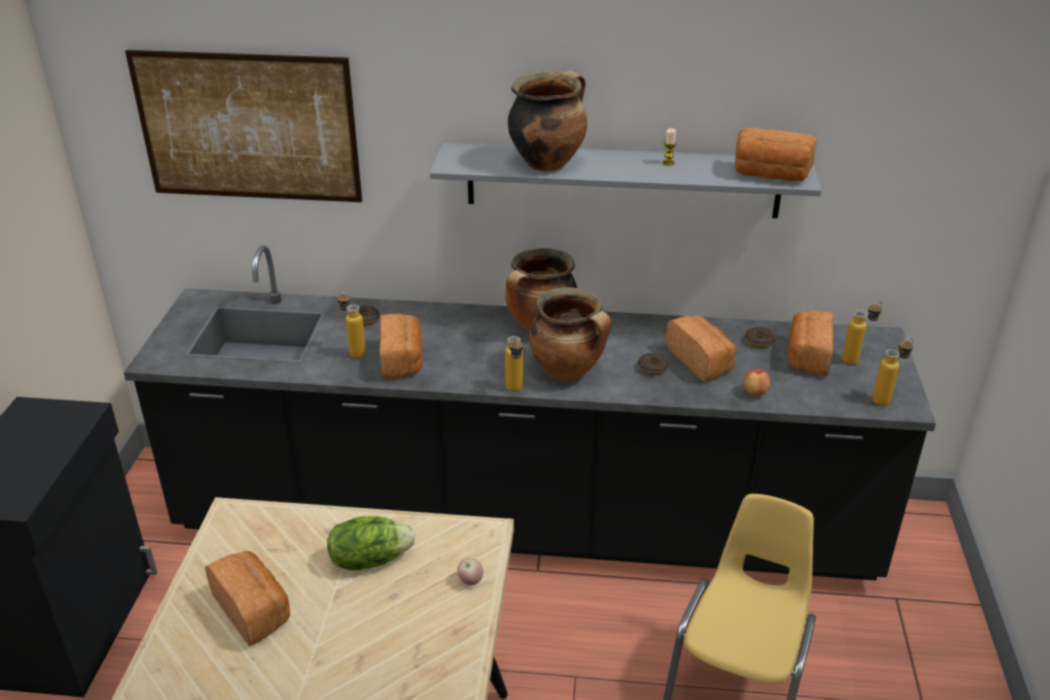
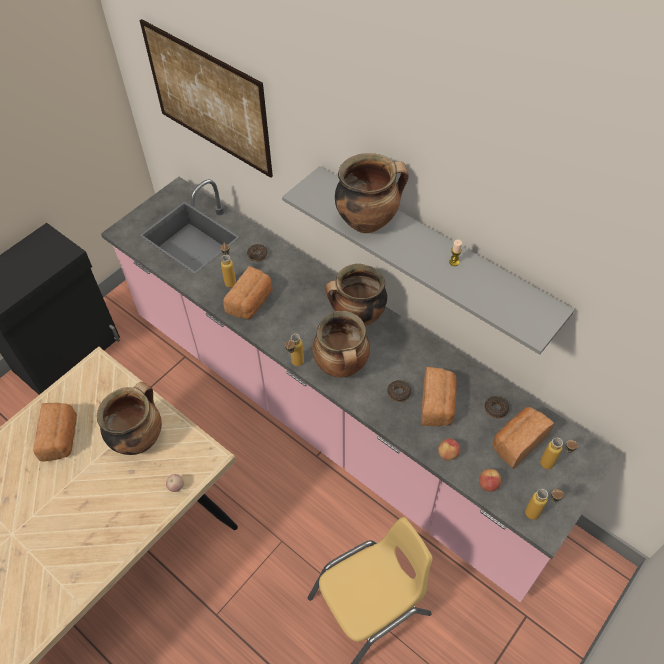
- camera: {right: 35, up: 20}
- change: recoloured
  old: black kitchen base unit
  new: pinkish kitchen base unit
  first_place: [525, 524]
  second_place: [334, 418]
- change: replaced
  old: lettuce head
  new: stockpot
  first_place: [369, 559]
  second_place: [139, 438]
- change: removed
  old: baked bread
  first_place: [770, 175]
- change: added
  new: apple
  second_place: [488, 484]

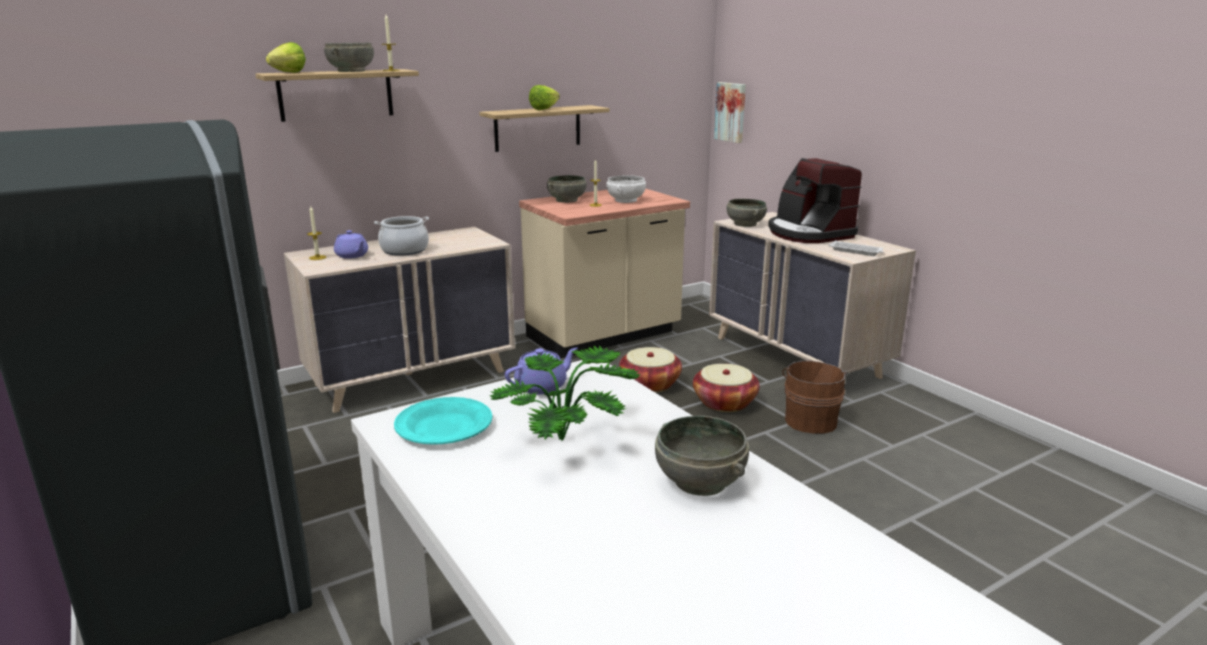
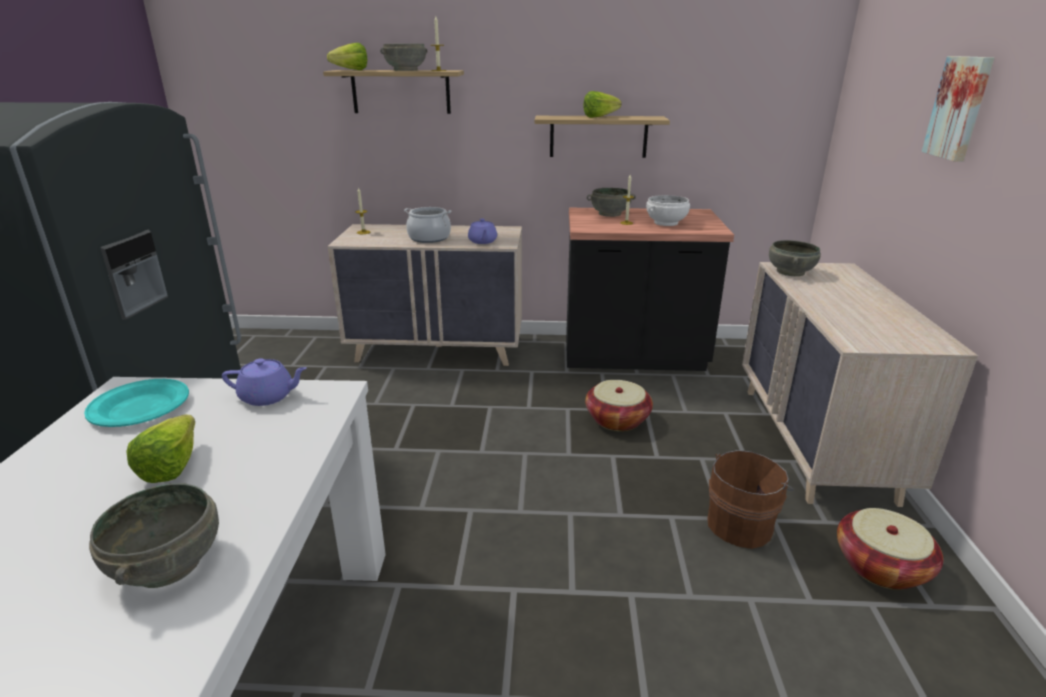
- camera: {right: 35, up: 5}
- change: moved
  old: purple pot for tea
  first_place: [352, 256]
  second_place: [482, 241]
- change: replaced
  old: houseplant
  new: lettuce head
  first_place: [570, 441]
  second_place: [177, 462]
- change: recoloured
  old: sand-coloured kitchen base unit
  new: black kitchen base unit
  first_place: [604, 336]
  second_place: [633, 357]
- change: moved
  old: basket
  first_place: [724, 402]
  second_place: [881, 566]
- change: moved
  old: wall picture
  first_place: [731, 112]
  second_place: [960, 108]
- change: removed
  old: coffee machine
  first_place: [808, 233]
- change: removed
  old: whitish serving tray
  first_place: [856, 251]

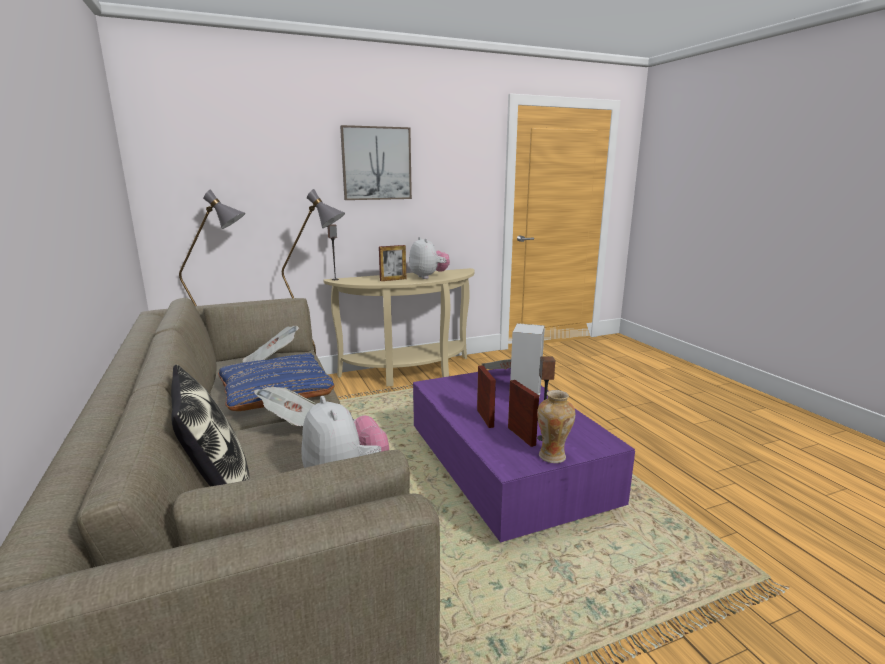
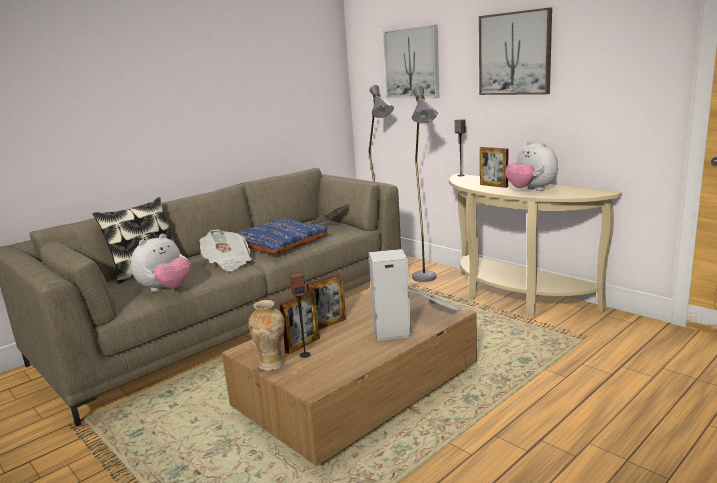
- camera: {right: 70, up: 0}
- change: turned
  old: soft toy
  first_place: [428, 277]
  second_place: [531, 190]
  degrees: 105
- change: recoloured
  old: purple lounge table
  new: brown-coloured lounge table
  first_place: [505, 469]
  second_place: [359, 392]
- change: added
  new: wall picture
  second_place: [412, 63]

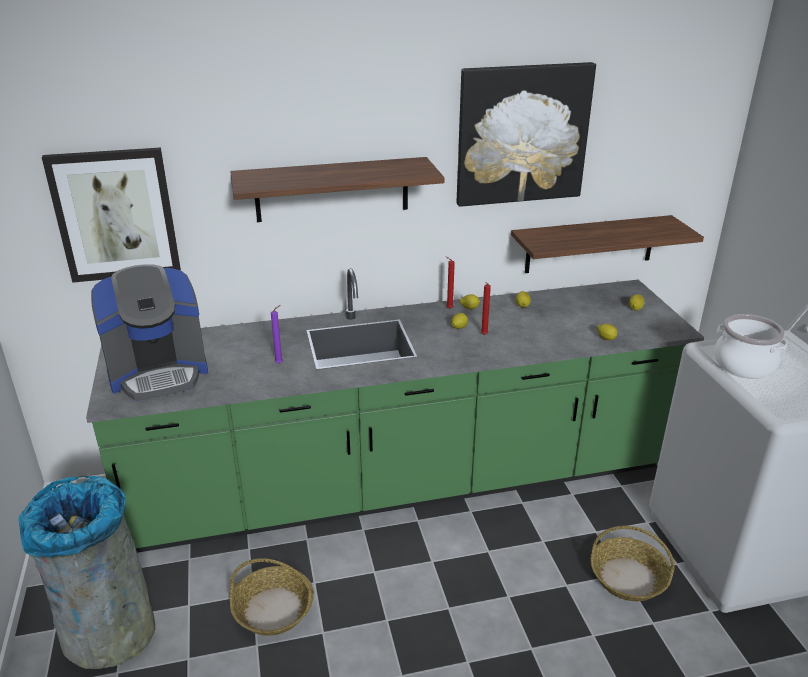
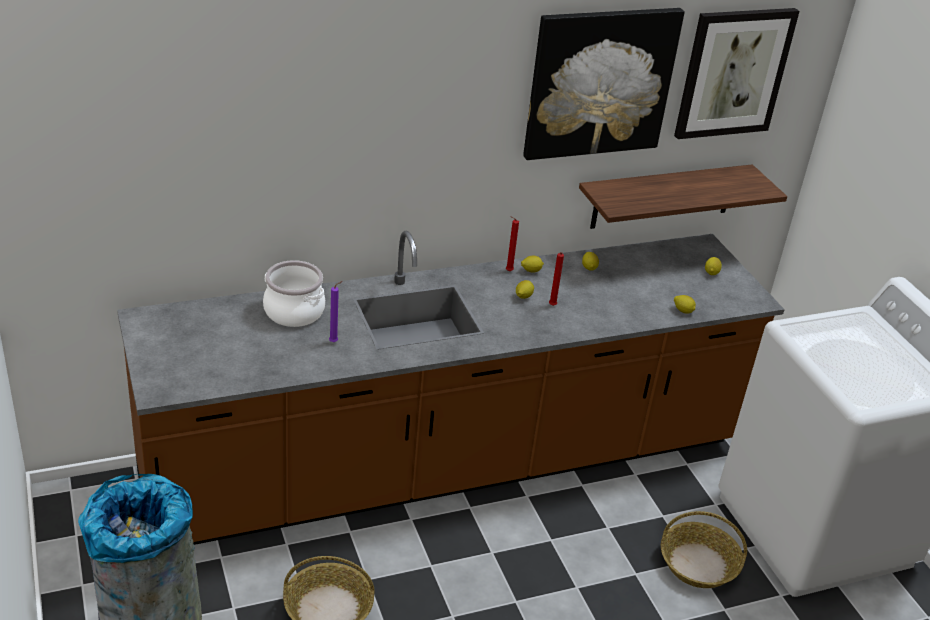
- camera: {right: -10, up: 5}
- change: moved
  old: wall picture
  first_place: [115, 215]
  second_place: [733, 72]
- change: recoloured
  old: green-coloured kitchen base unit
  new: brown-coloured kitchen base unit
  first_place: [404, 483]
  second_place: [448, 465]
- change: removed
  old: coffee machine
  first_place: [159, 373]
- change: removed
  old: wall shelf
  first_place: [332, 189]
- change: moved
  old: stockpot
  first_place: [743, 365]
  second_place: [293, 312]

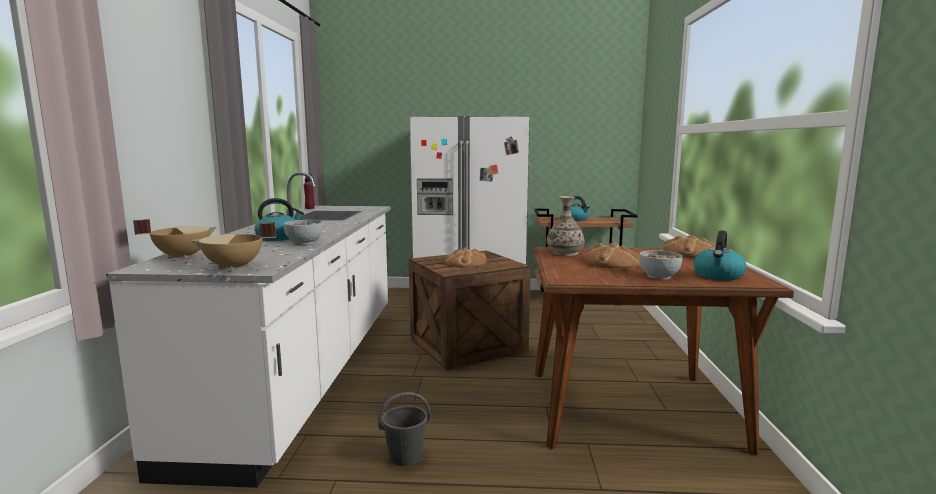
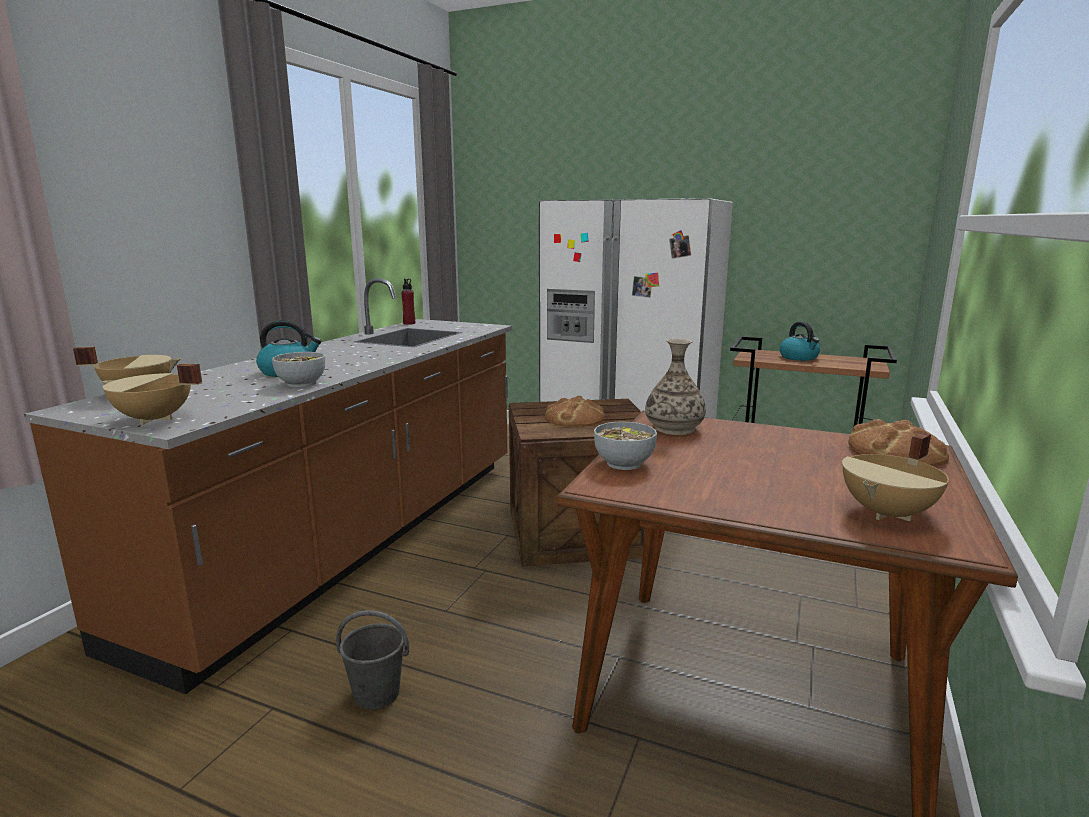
- camera: {right: 20, up: 5}
- change: recoloured
  old: whitish kitchen base unit
  new: brown-coloured kitchen base unit
  first_place: [307, 372]
  second_place: [355, 538]
- change: removed
  old: baked bread
  first_place: [611, 262]
- change: moved
  old: bowl
  first_place: [658, 276]
  second_place: [623, 463]
- change: replaced
  old: kettle
  new: sand-coloured stockpot
  first_place: [718, 276]
  second_place: [889, 514]

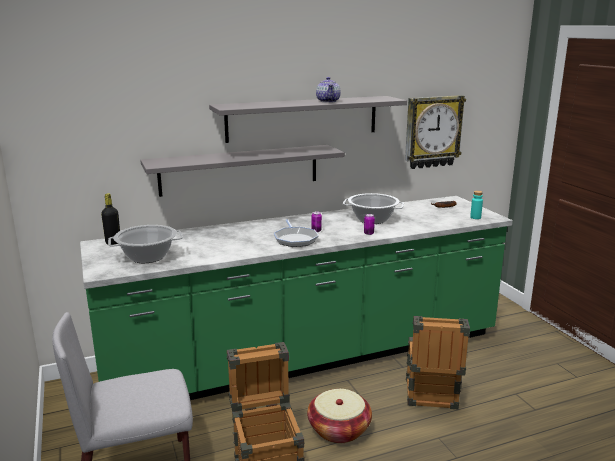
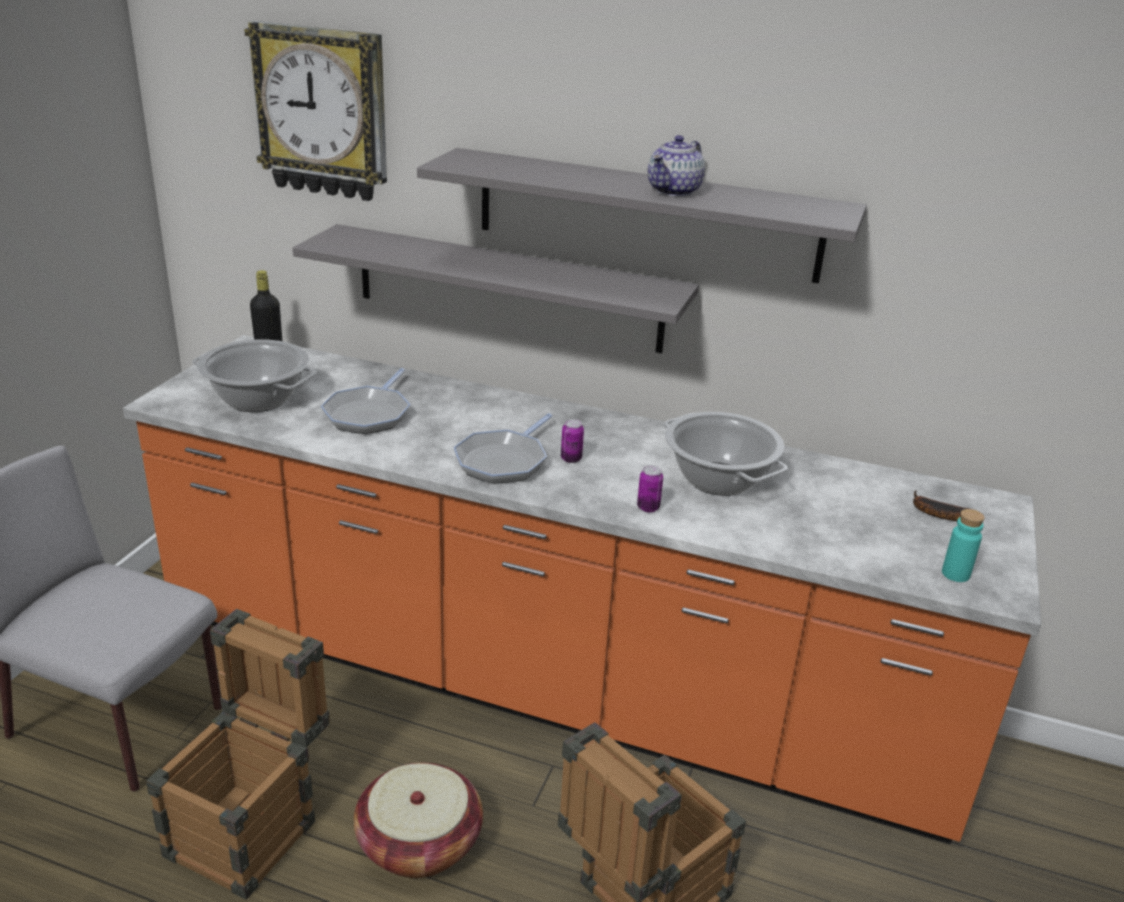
- camera: {right: 40, up: 10}
- change: recoloured
  old: green-coloured kitchen base unit
  new: orange kitchen base unit
  first_place: [307, 357]
  second_place: [549, 683]
- change: moved
  old: hanging clock
  first_place: [432, 132]
  second_place: [322, 112]
- change: added
  new: pan
  second_place: [369, 414]

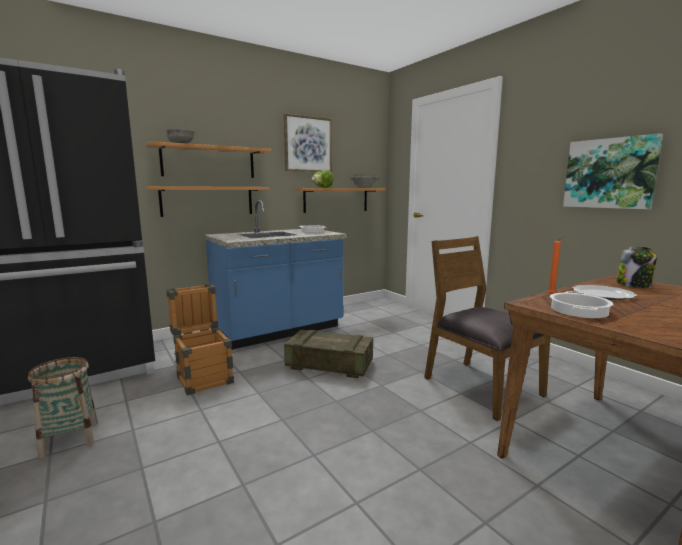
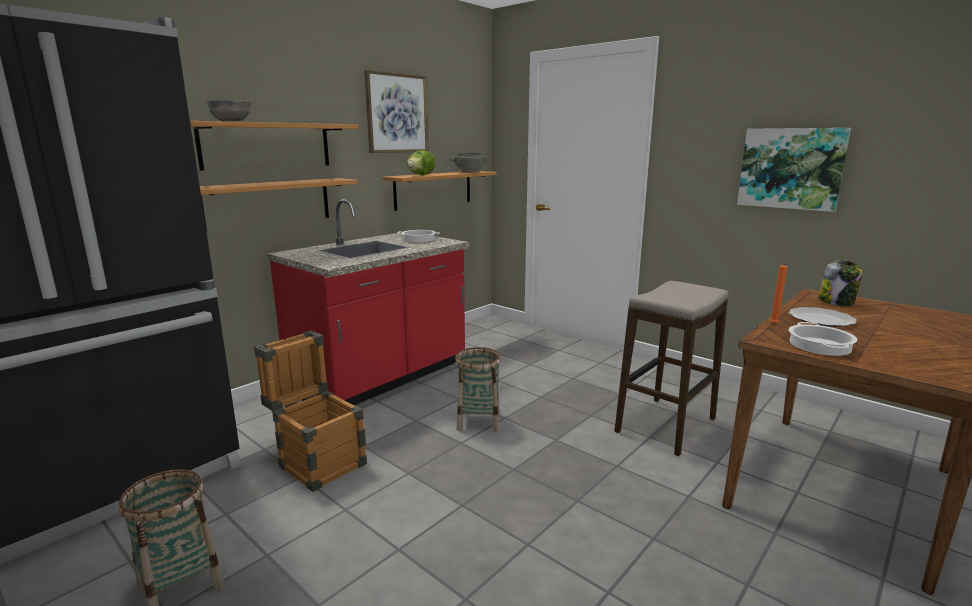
- camera: {right: -15, up: 5}
- change: recoloured
  old: blue-coloured kitchen base unit
  new: reddish kitchen base unit
  first_place: [279, 331]
  second_place: [381, 378]
- change: replaced
  old: crate
  new: basket
  first_place: [329, 365]
  second_place: [478, 421]
- change: replaced
  old: brown-coloured chair
  new: stool
  first_place: [480, 386]
  second_place: [665, 425]

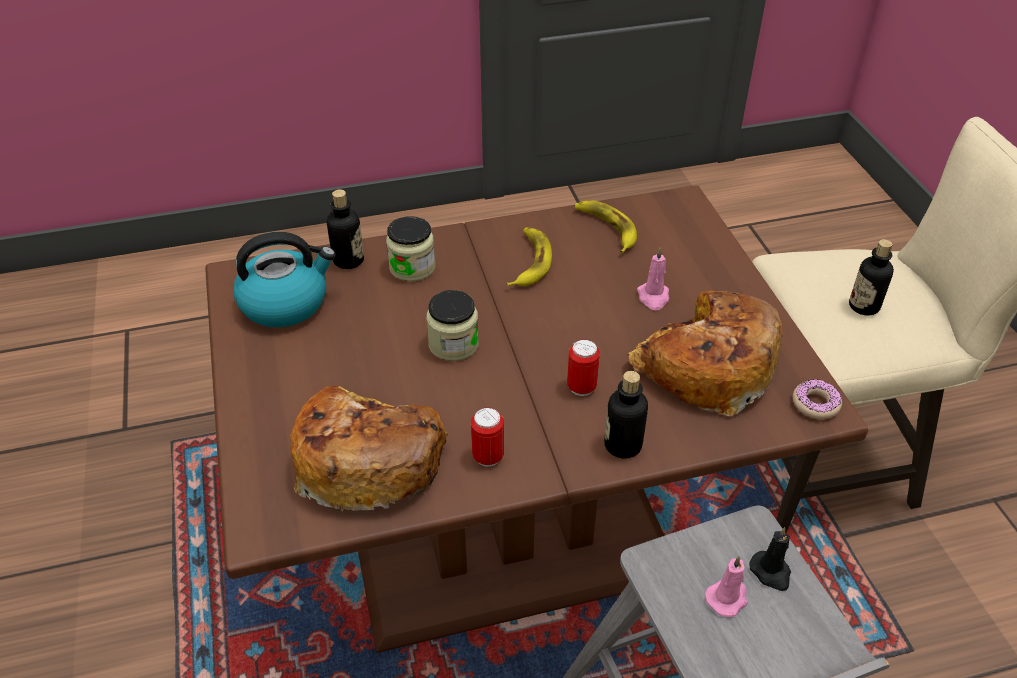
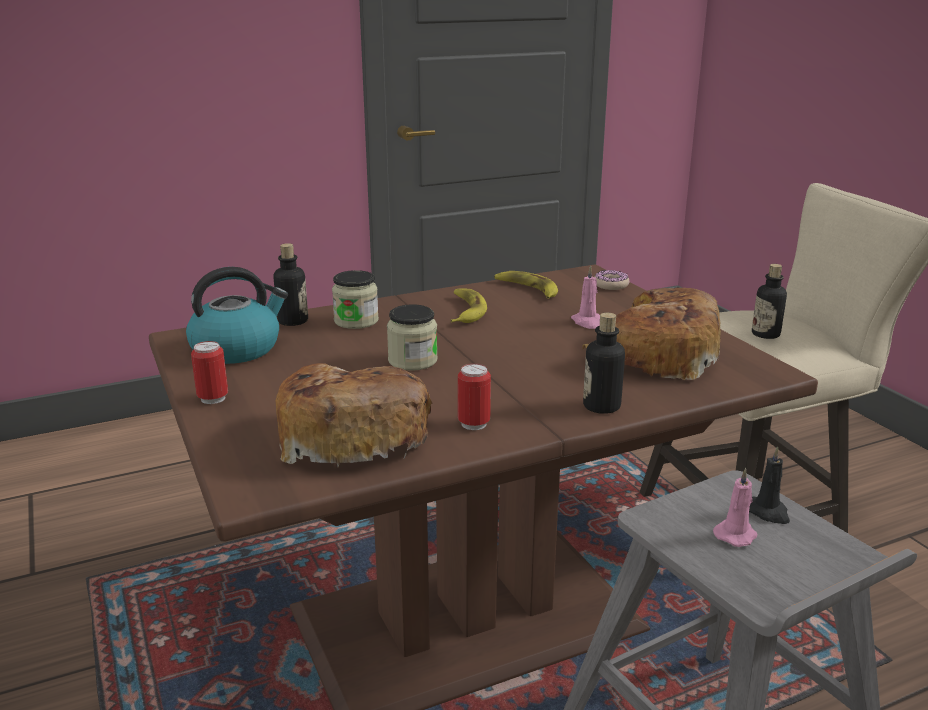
- camera: {right: -10, up: -20}
- change: moved
  old: sealed can
  first_place: [581, 387]
  second_place: [213, 398]
- change: moved
  old: ring doughnut
  first_place: [815, 404]
  second_place: [611, 285]

